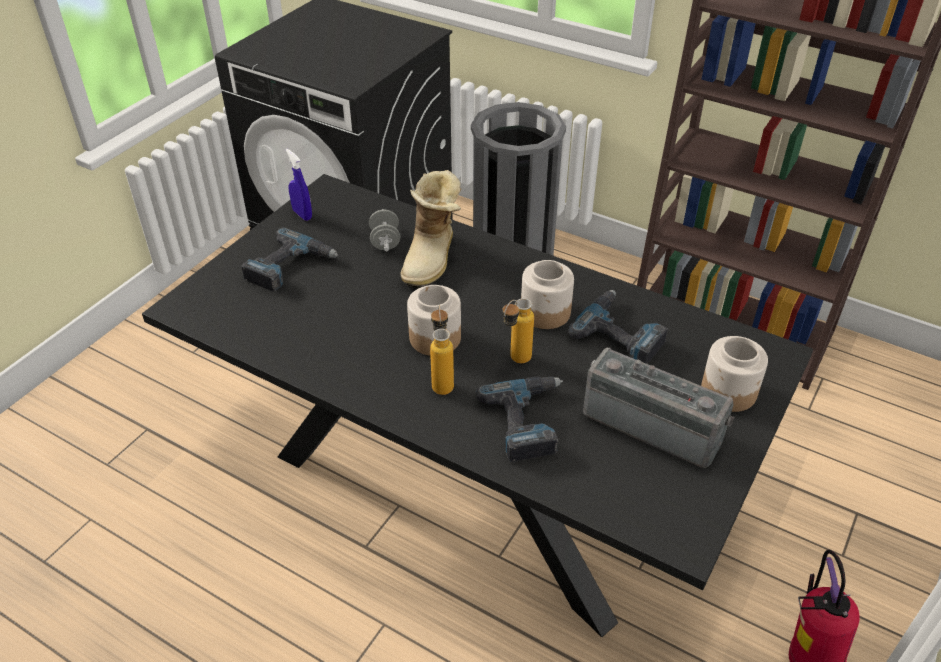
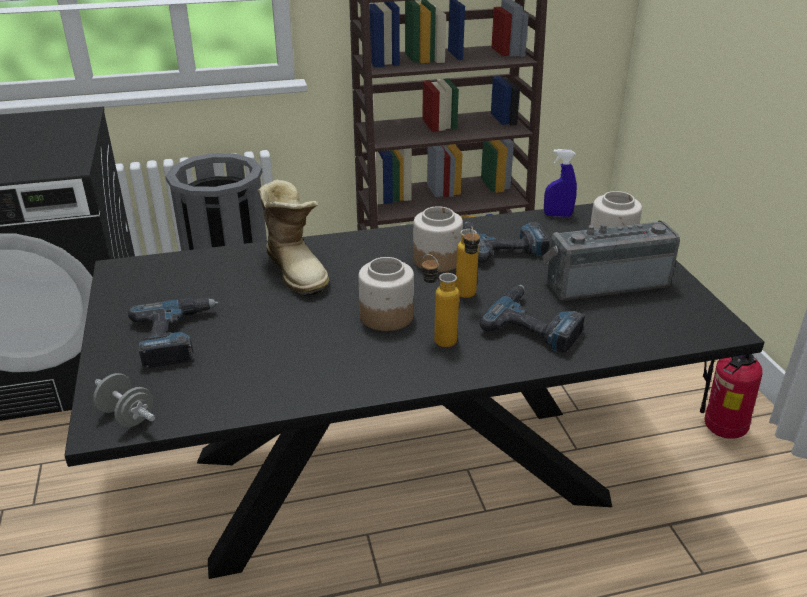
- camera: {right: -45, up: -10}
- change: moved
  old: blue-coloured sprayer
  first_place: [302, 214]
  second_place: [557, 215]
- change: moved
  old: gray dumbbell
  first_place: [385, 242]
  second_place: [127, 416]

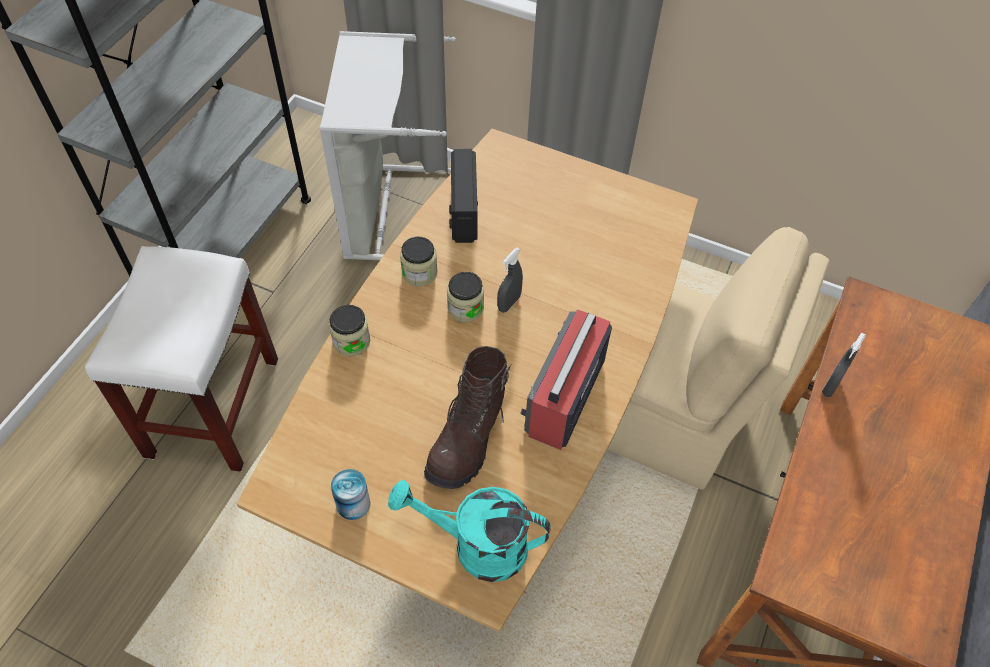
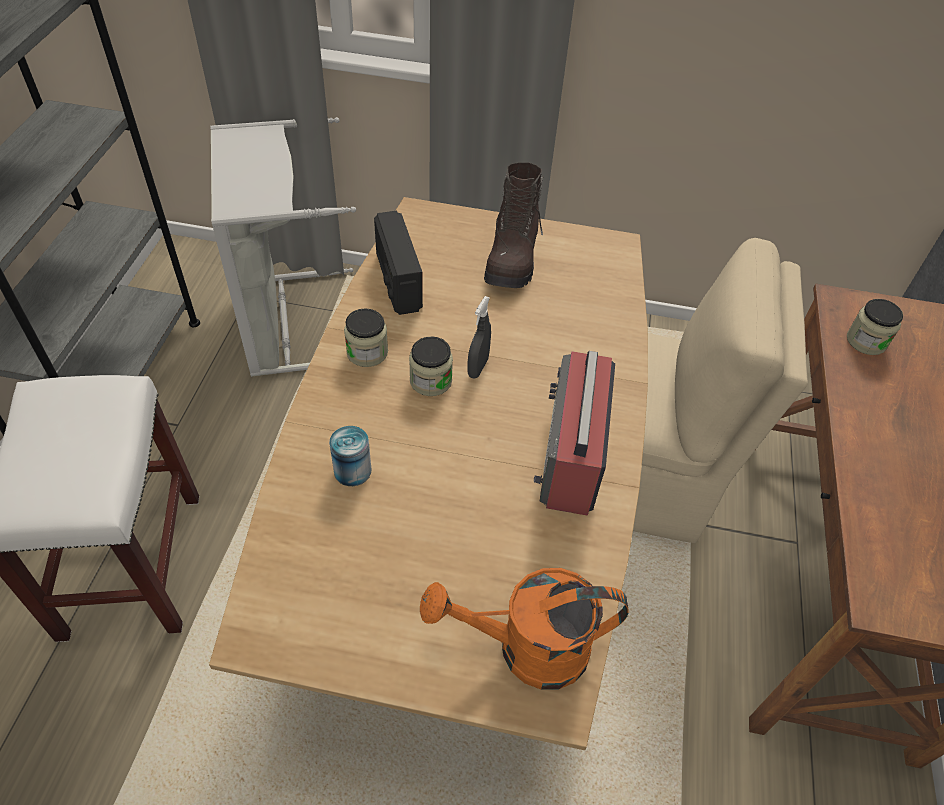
- camera: {right: -15, up: -5}
- change: moved
  old: jar
  first_place: [351, 341]
  second_place: [866, 341]
- change: moved
  old: sealed can
  first_place: [353, 504]
  second_place: [352, 470]
- change: recoloured
  old: blue-green watering can
  new: orange watering can
  first_place: [476, 546]
  second_place: [527, 649]
- change: moved
  old: brown-coloured boot
  first_place: [468, 438]
  second_place: [513, 257]
- change: removed
  old: gray sprayer
  first_place: [830, 386]

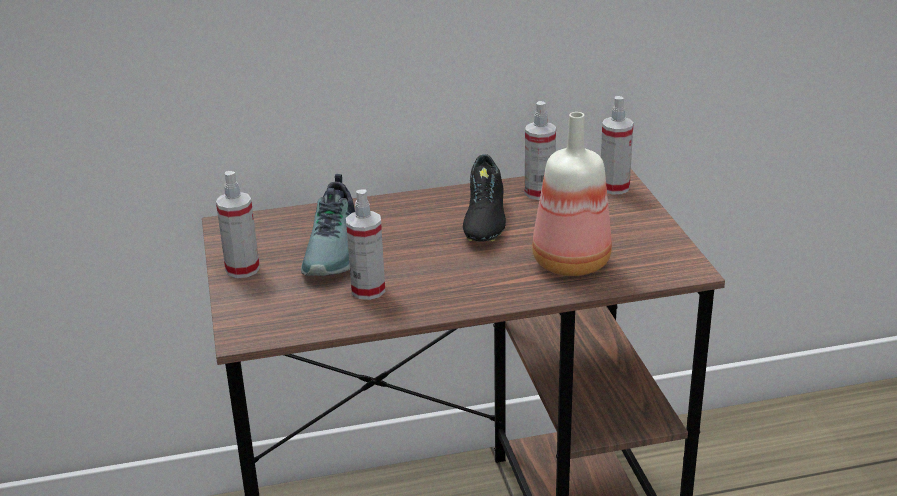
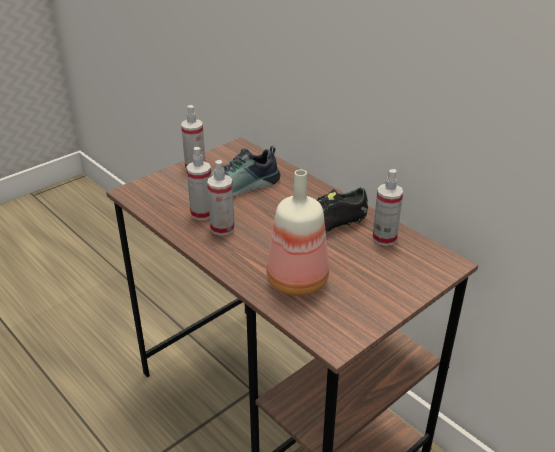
- camera: {right: 60, up: 5}
- change: moved
  old: sprayer
  first_place: [614, 187]
  second_place: [222, 228]

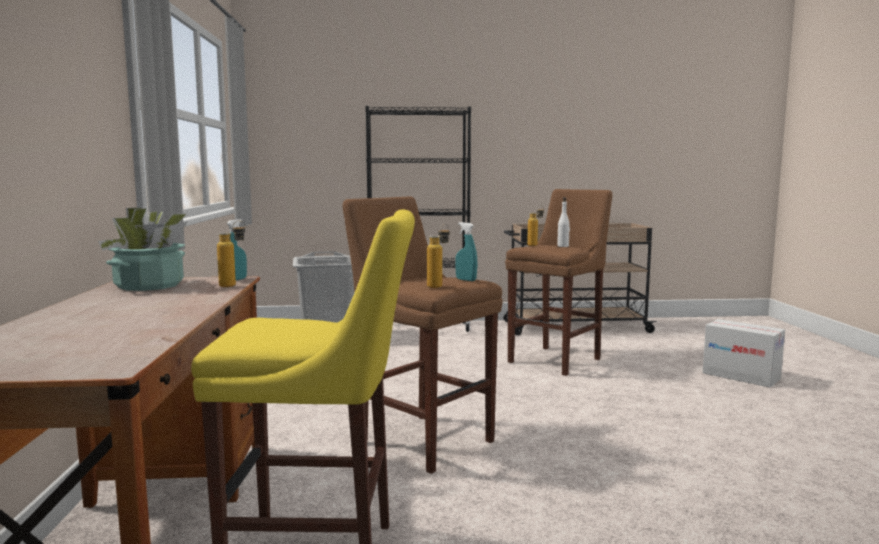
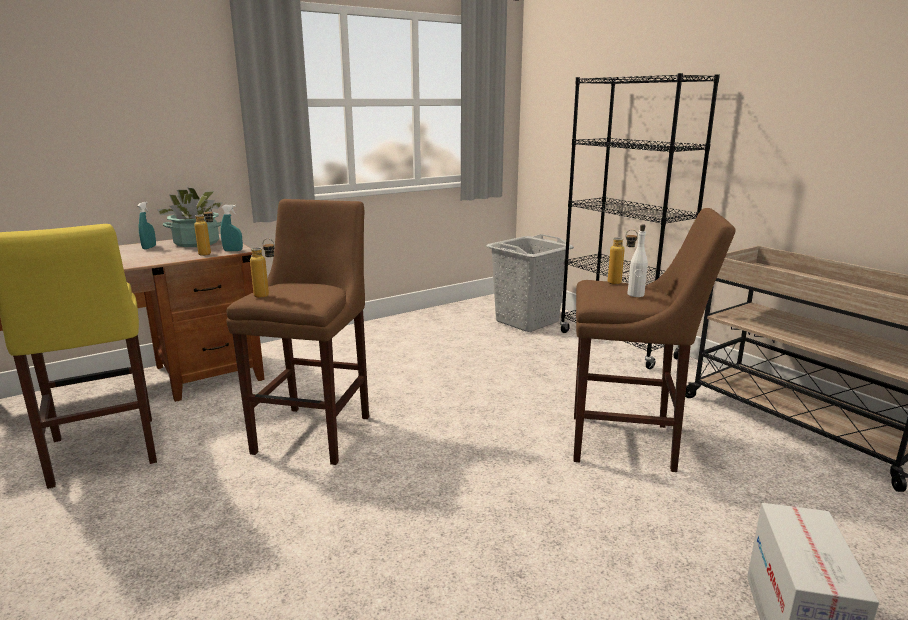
- camera: {right: 60, up: 10}
- change: moved
  old: blue-green sprayer
  first_place: [466, 280]
  second_place: [149, 247]

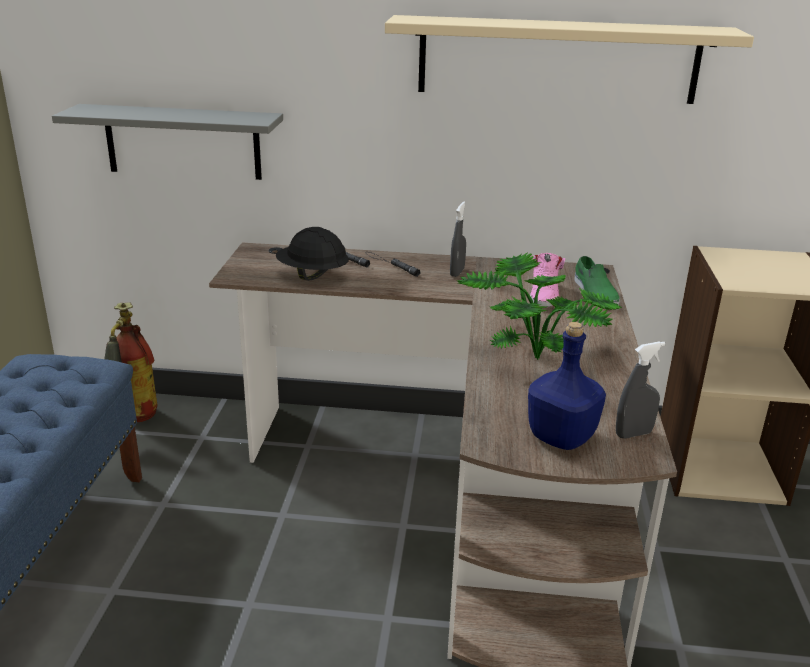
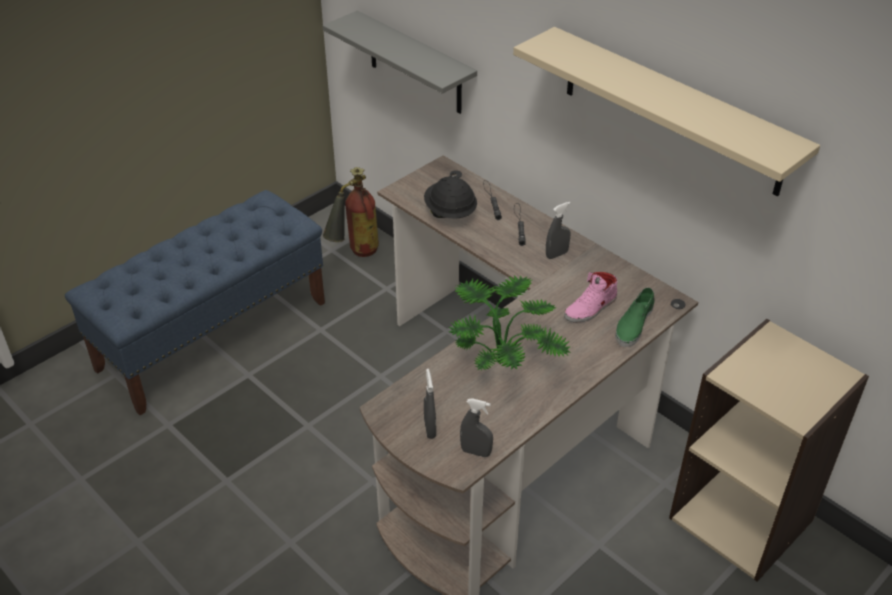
- camera: {right: 40, up: 15}
- change: replaced
  old: blue-coloured bottle
  new: gray sprayer
  first_place: [561, 437]
  second_place: [430, 429]

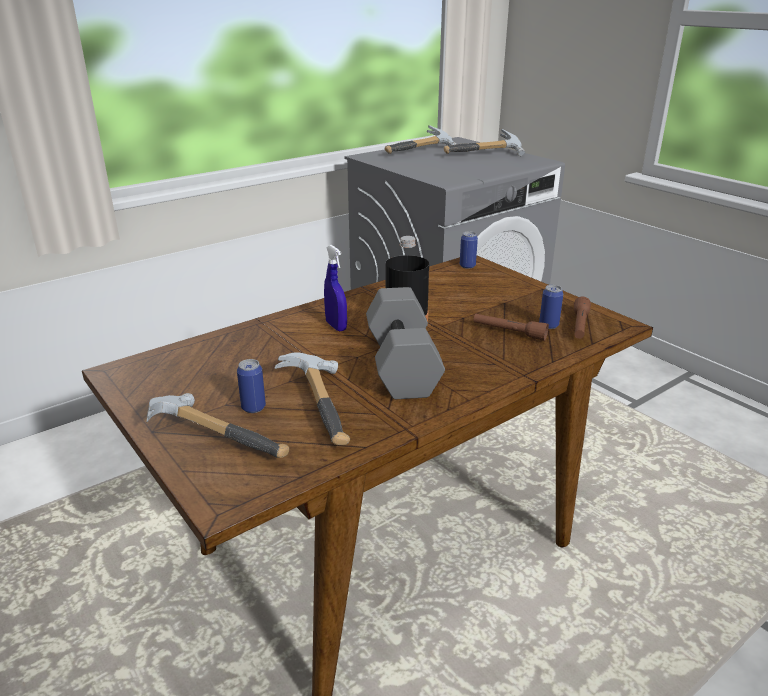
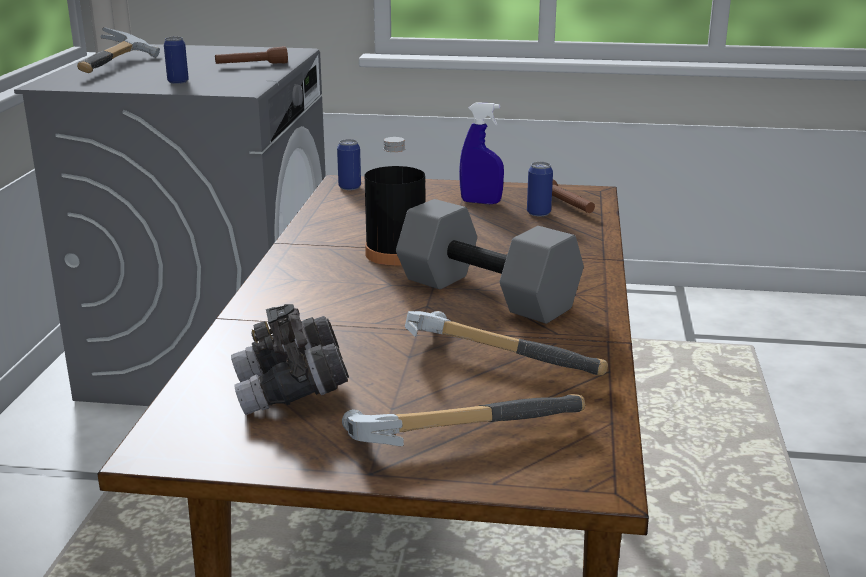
- camera: {right: -45, up: -5}
- change: moved
  old: sealed can
  first_place: [253, 407]
  second_place: [178, 82]
- change: moved
  old: blue-coloured sprayer
  first_place: [336, 326]
  second_place: [481, 202]
- change: removed
  old: hand hammer
  first_place: [486, 155]
- change: moved
  old: brown-coloured hand torch
  first_place: [509, 332]
  second_place: [251, 65]
- change: added
  new: gray pair of binoculars
  second_place: [291, 392]

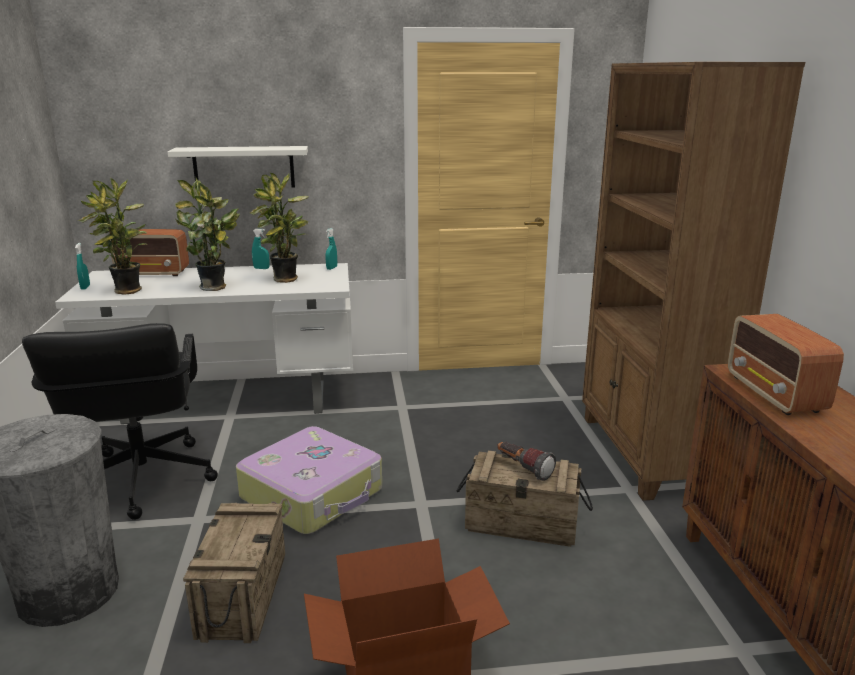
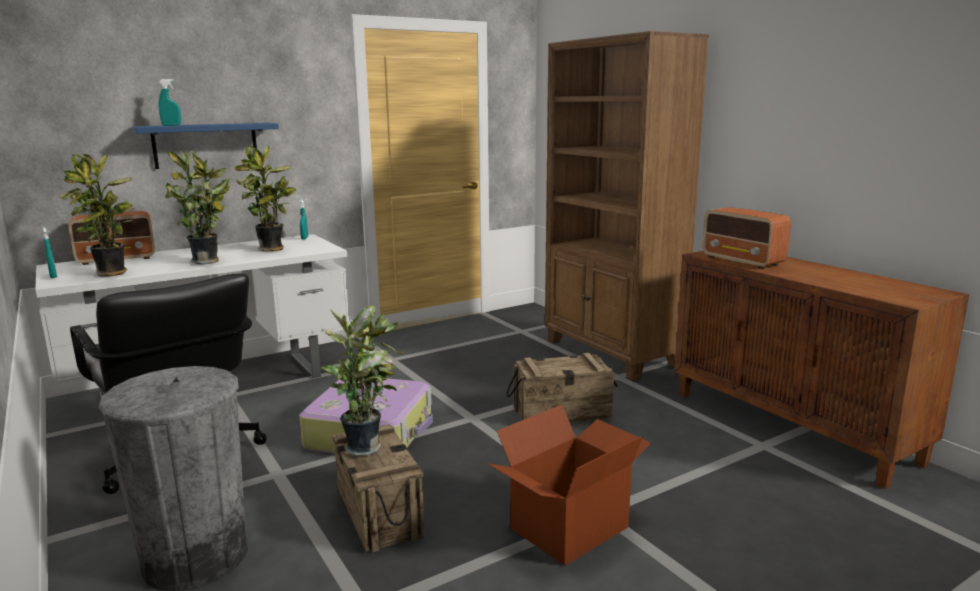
- camera: {right: -25, up: -5}
- change: recoloured
  old: whitish wall shelf
  new: blue-coloured wall shelf
  first_place: [244, 167]
  second_place: [205, 145]
- change: moved
  old: blue-green sprayer
  first_place: [261, 268]
  second_place: [171, 125]
- change: removed
  old: hand torch
  first_place: [523, 469]
- change: added
  new: houseplant
  second_place: [366, 446]

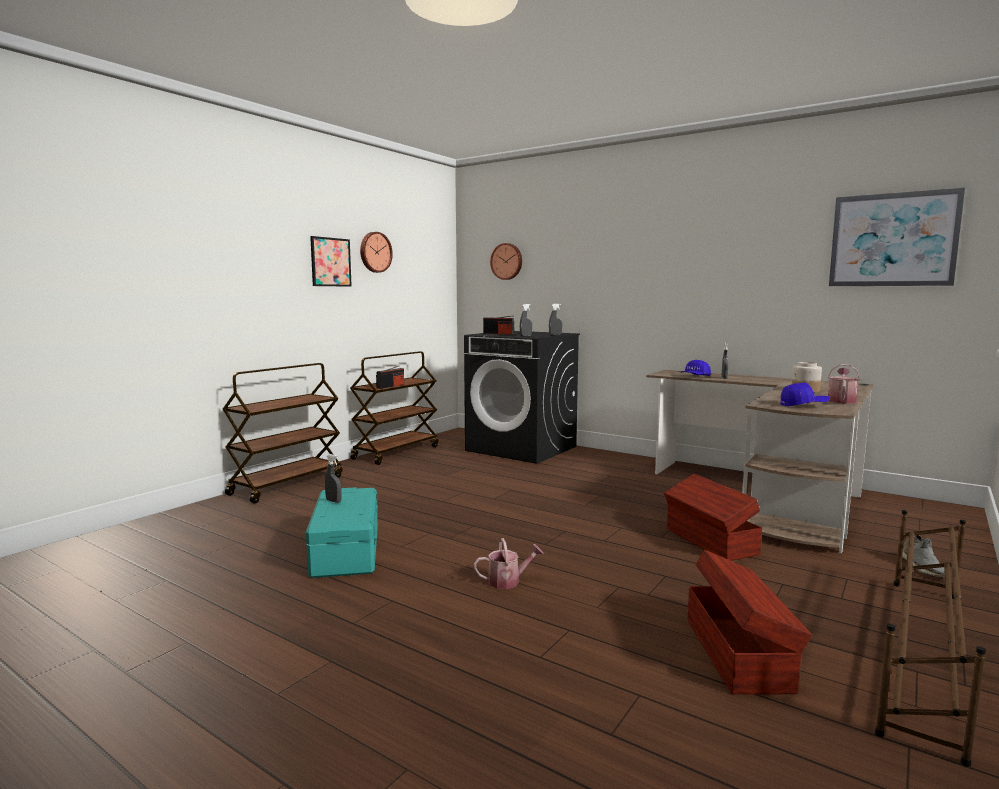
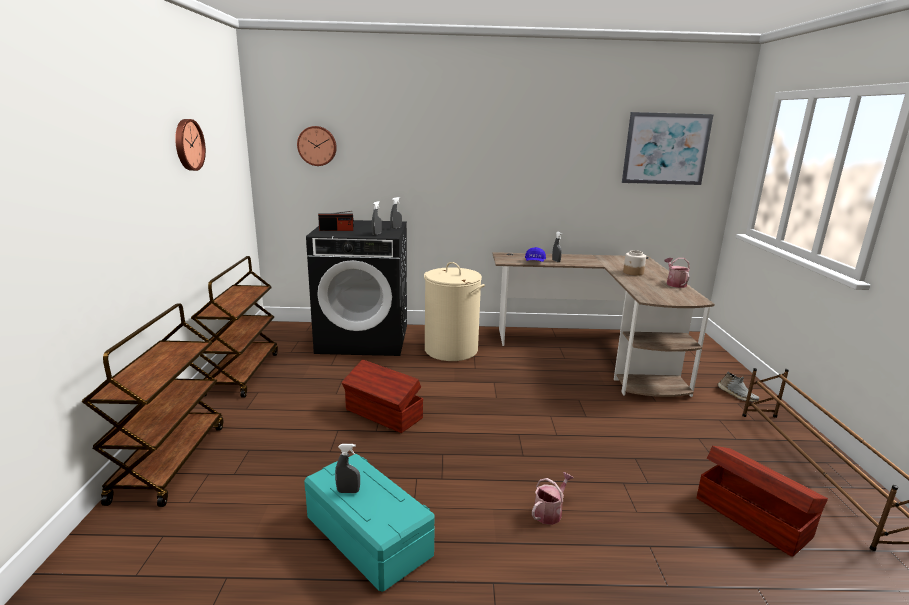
- camera: {right: -35, up: 10}
- change: removed
  old: wall picture
  first_place: [330, 262]
- change: removed
  old: radio
  first_place: [390, 386]
- change: moved
  old: brown-coloured storage bin
  first_place: [710, 541]
  second_place: [383, 414]
- change: removed
  old: blue-coloured cap
  first_place: [803, 405]
- change: added
  new: sand-coloured hamper
  second_place: [451, 350]

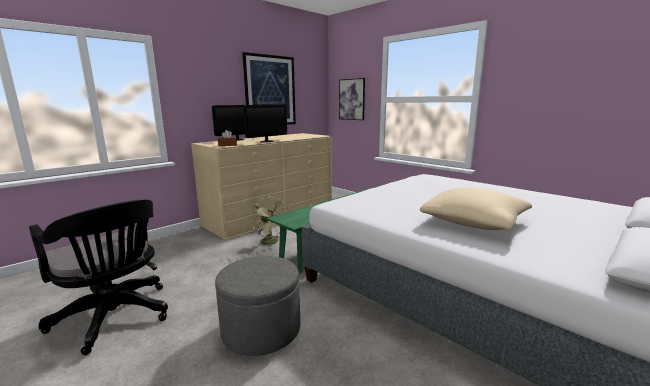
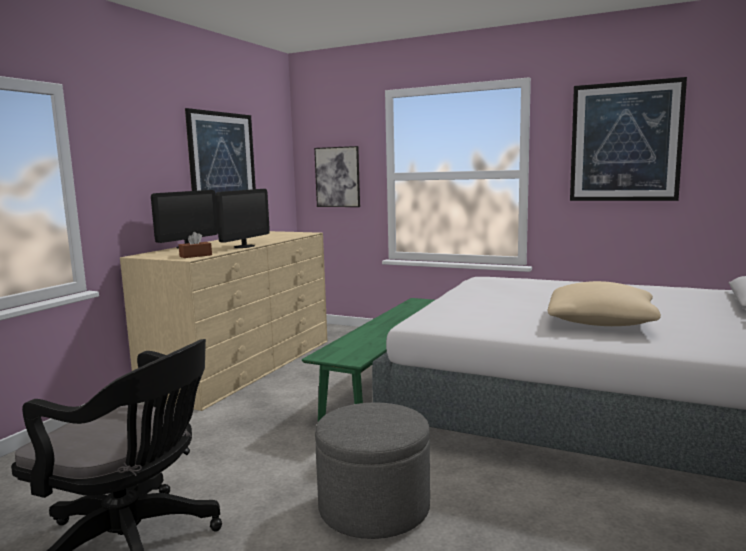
- camera: {right: -20, up: -5}
- change: removed
  old: green-coloured fan
  first_place: [271, 242]
- change: added
  new: wall picture
  second_place: [625, 142]

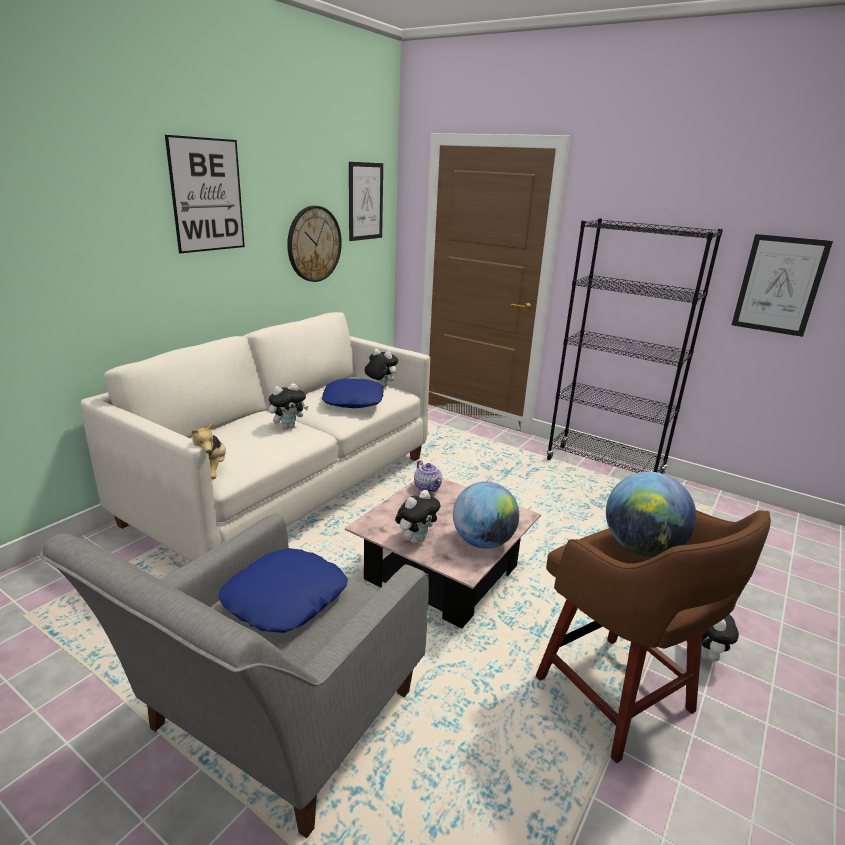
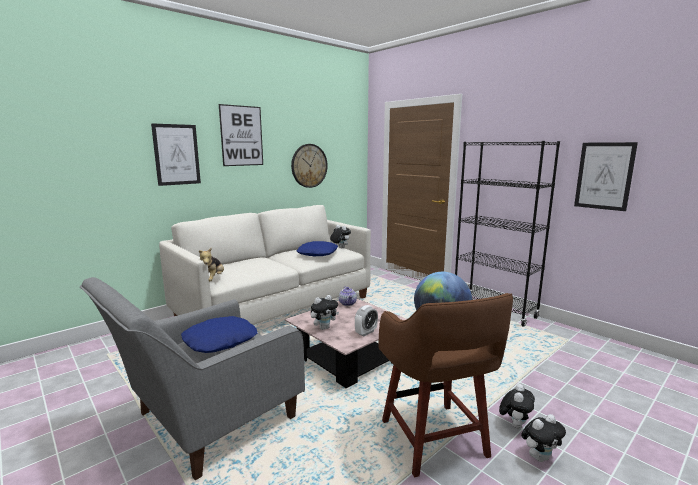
- camera: {right: 15, up: -10}
- change: moved
  old: soft toy
  first_place: [288, 426]
  second_place: [539, 457]
- change: moved
  old: wall picture
  first_place: [365, 201]
  second_place: [176, 154]
- change: replaced
  old: globe
  new: bedside clock
  first_place: [483, 542]
  second_place: [366, 332]

